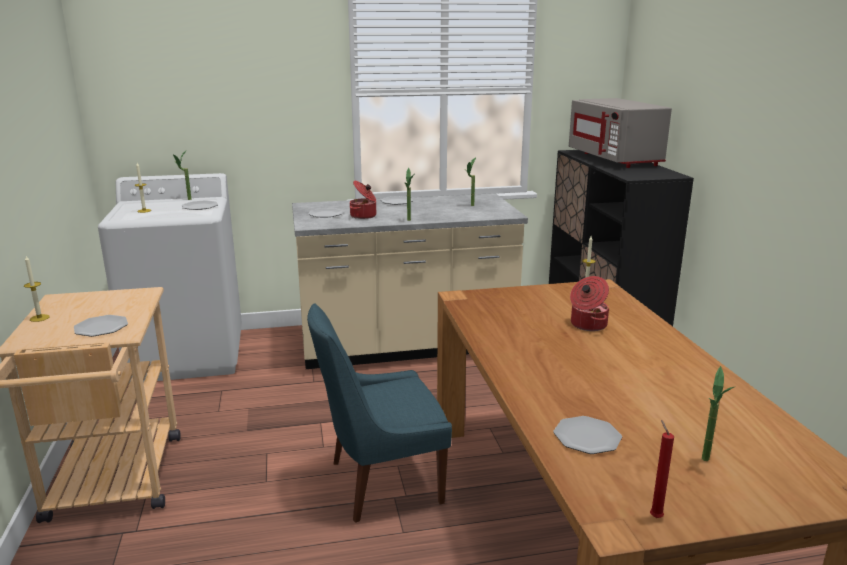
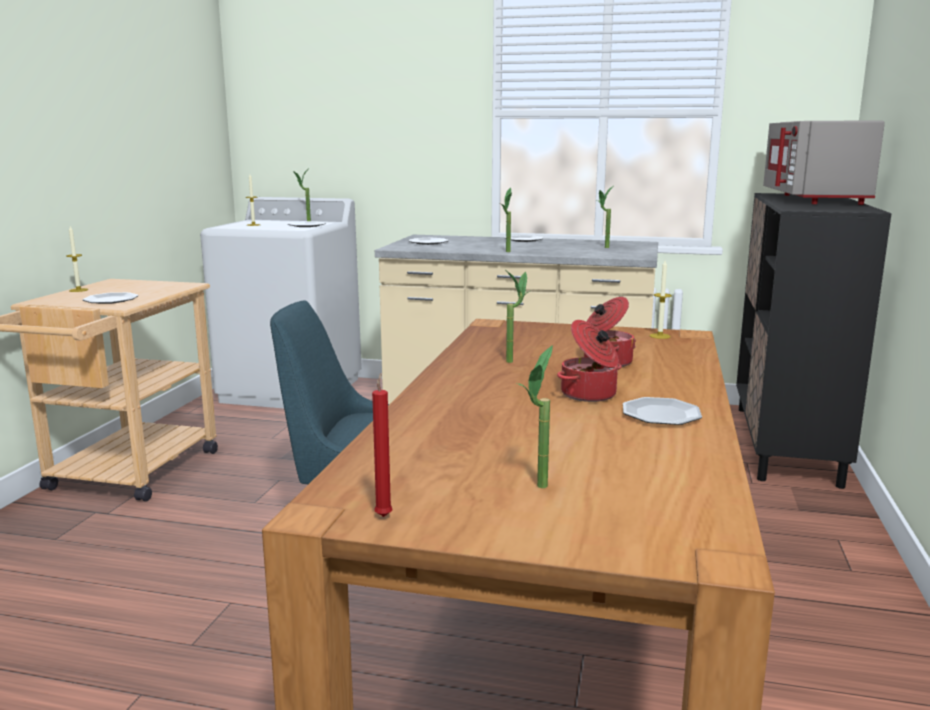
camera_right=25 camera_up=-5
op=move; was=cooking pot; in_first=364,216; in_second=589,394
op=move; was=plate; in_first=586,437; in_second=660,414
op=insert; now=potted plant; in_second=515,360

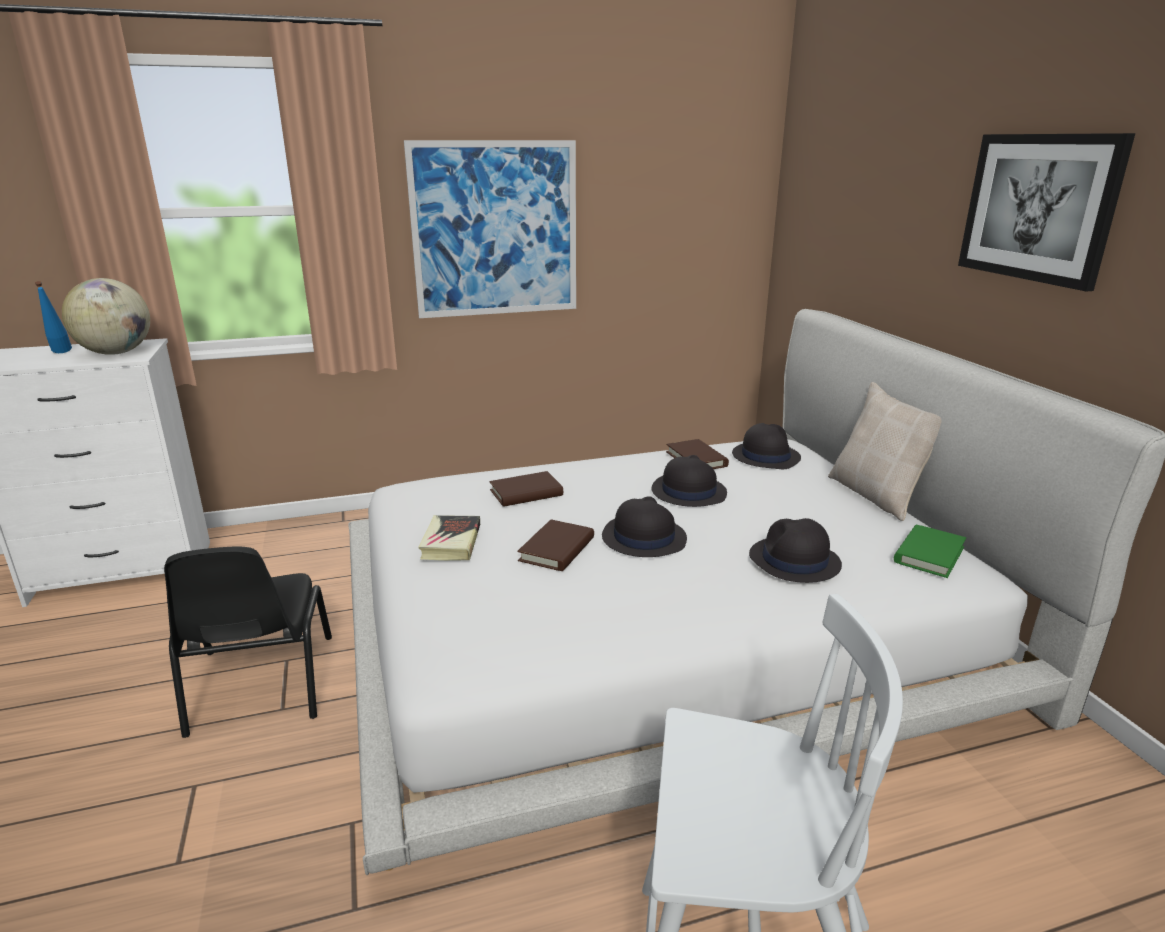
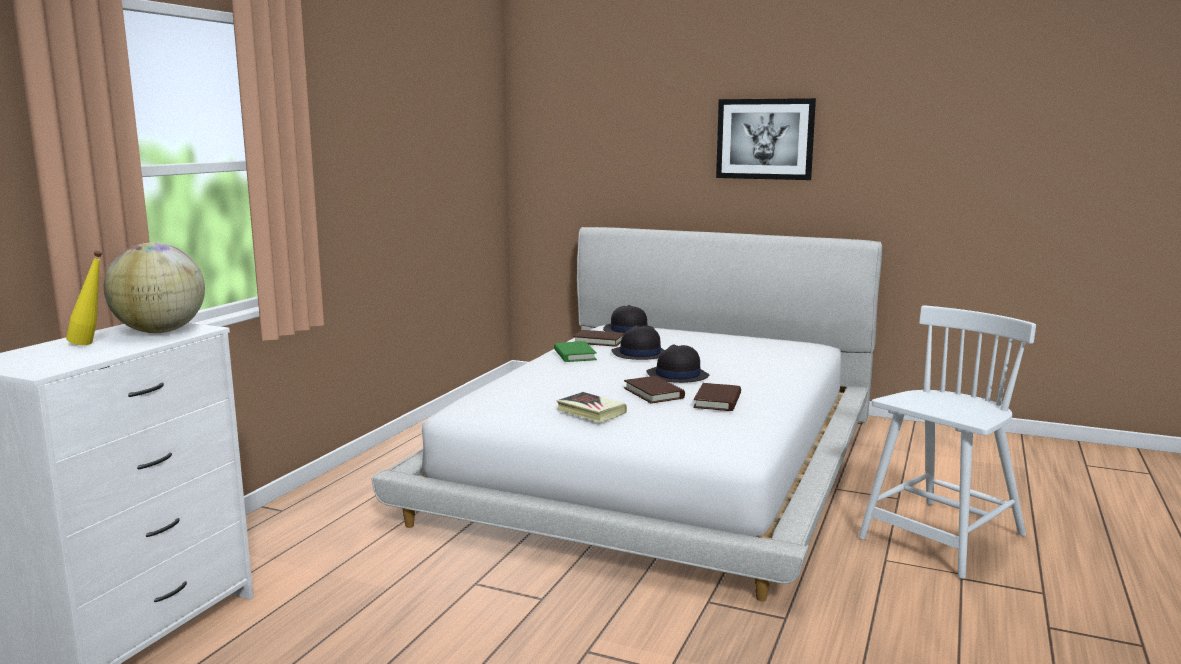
camera_right=-50 camera_up=-10
op=recolor; was=blue bottle; now=yellow bottle; in_first=61,353; in_second=91,344
op=delete; was=black chair; in_first=260,685
op=delete; was=picture; in_first=495,230
op=move; was=brown book; in_first=526,493; in_second=717,401
op=delete; was=black hat; in_first=794,561
op=delete; was=beige pillow; in_first=877,495
op=move; was=green book; in_first=929,554; in_second=574,355

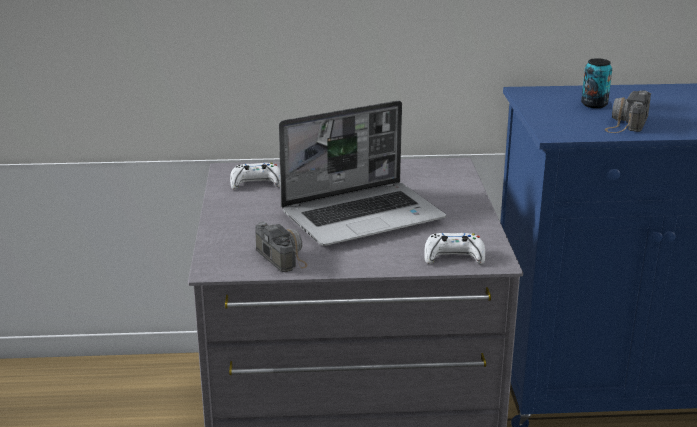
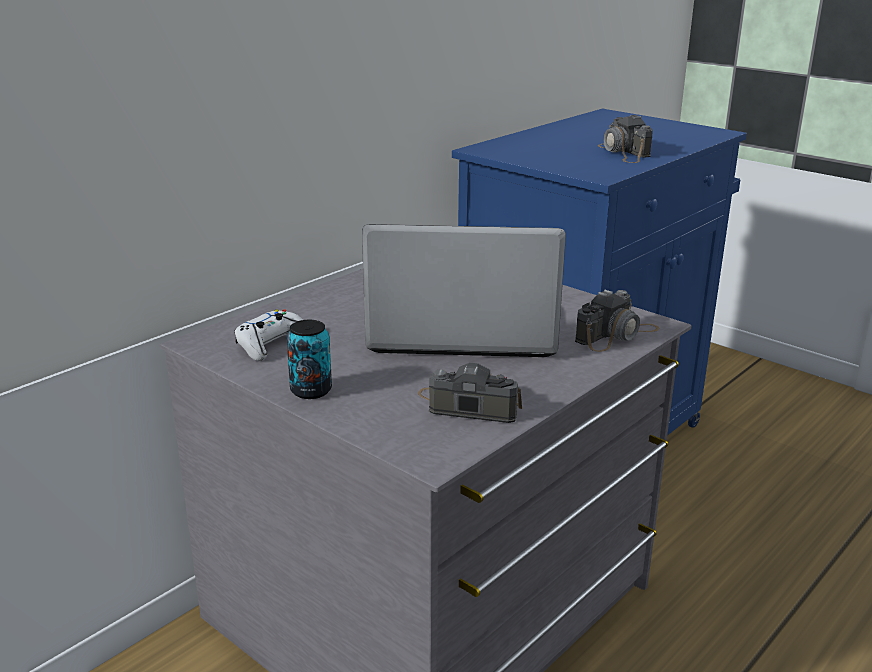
camera_right=-45 camera_up=0
op=rotate; was=laptop; in_first=363,216; in_second=459,331; clockwise=-105
op=replace; was=white game controller; now=photo camera; in_first=453,256; in_second=617,334
op=move; was=can; in_first=594,104; in_second=311,390

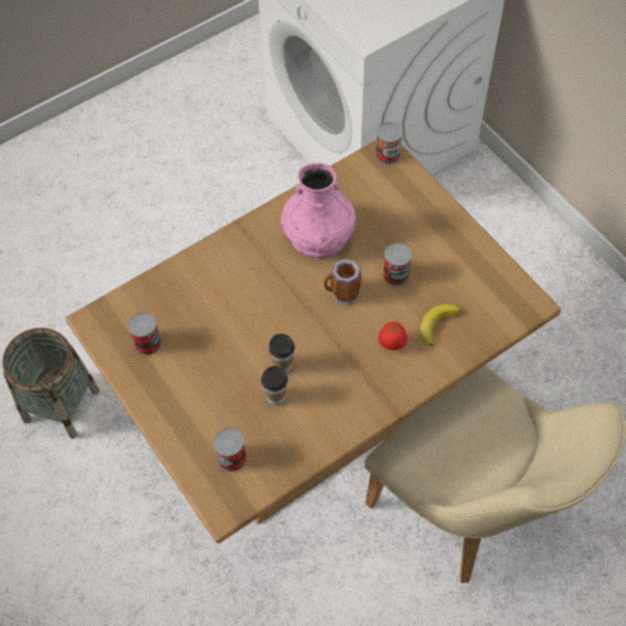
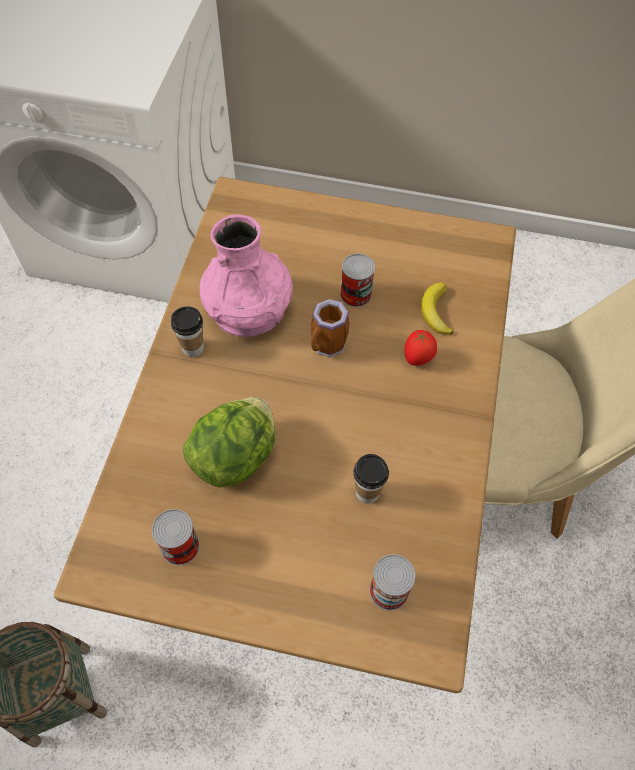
camera_right=-45 camera_up=0
op=move; was=cup; in_first=283,365; in_second=193,348
op=delete; was=can; in_first=387,154
op=insert; now=lettuce; in_second=236,456

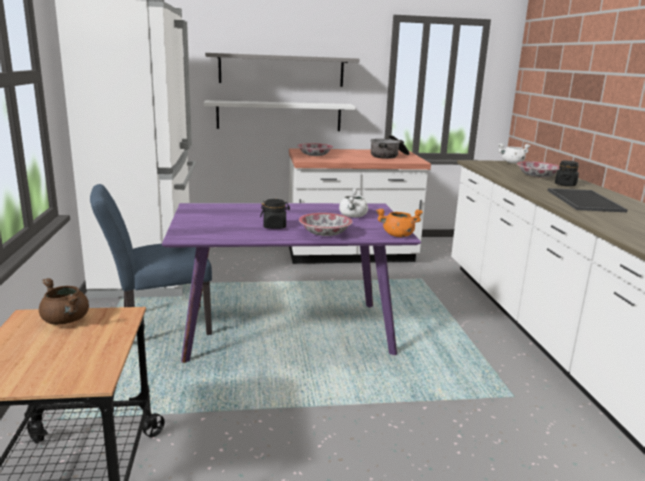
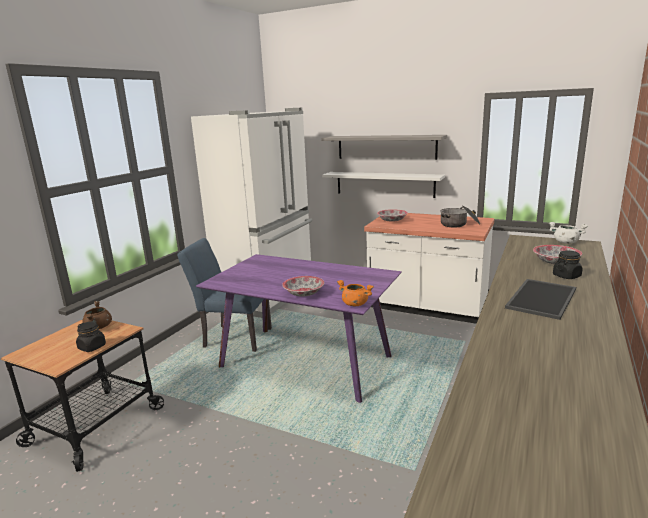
camera_right=35 camera_up=0
op=move; was=black jar; in_first=275,226; in_second=92,347
op=delete; was=white cooking pot; in_first=353,216

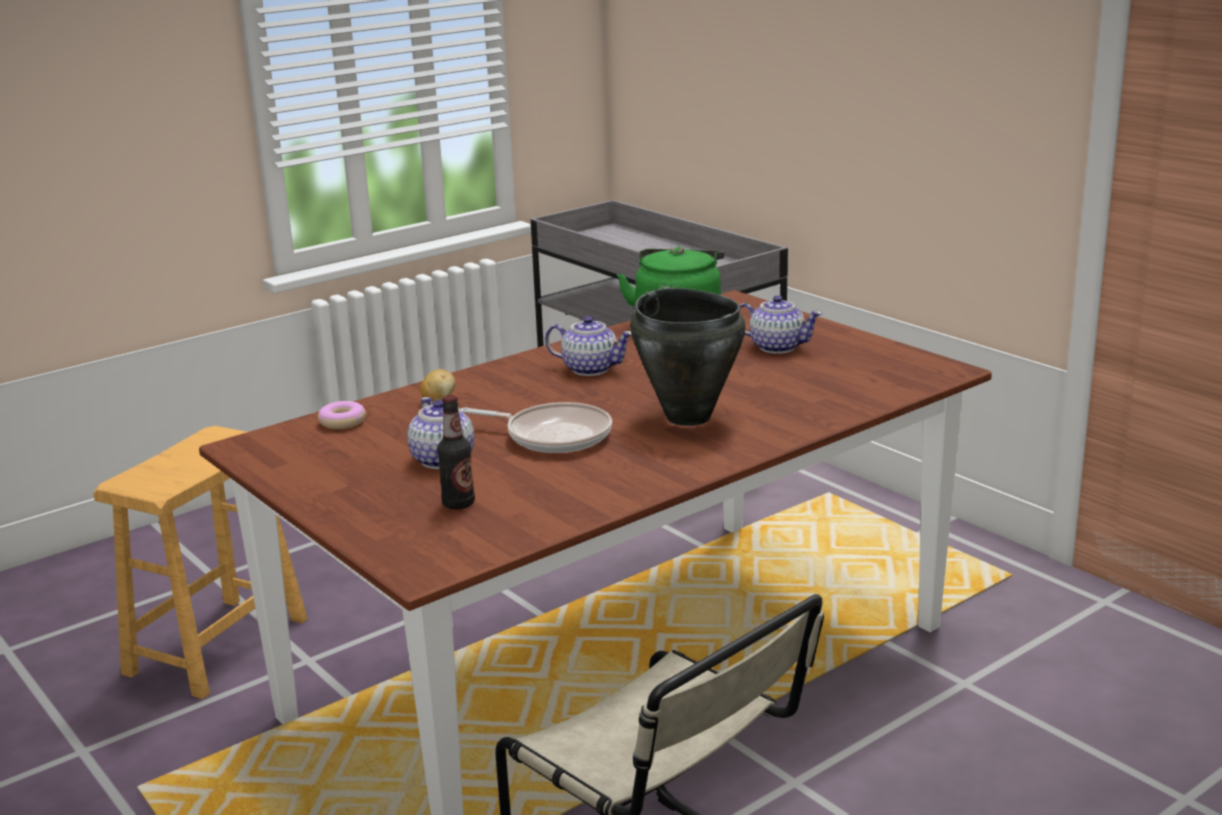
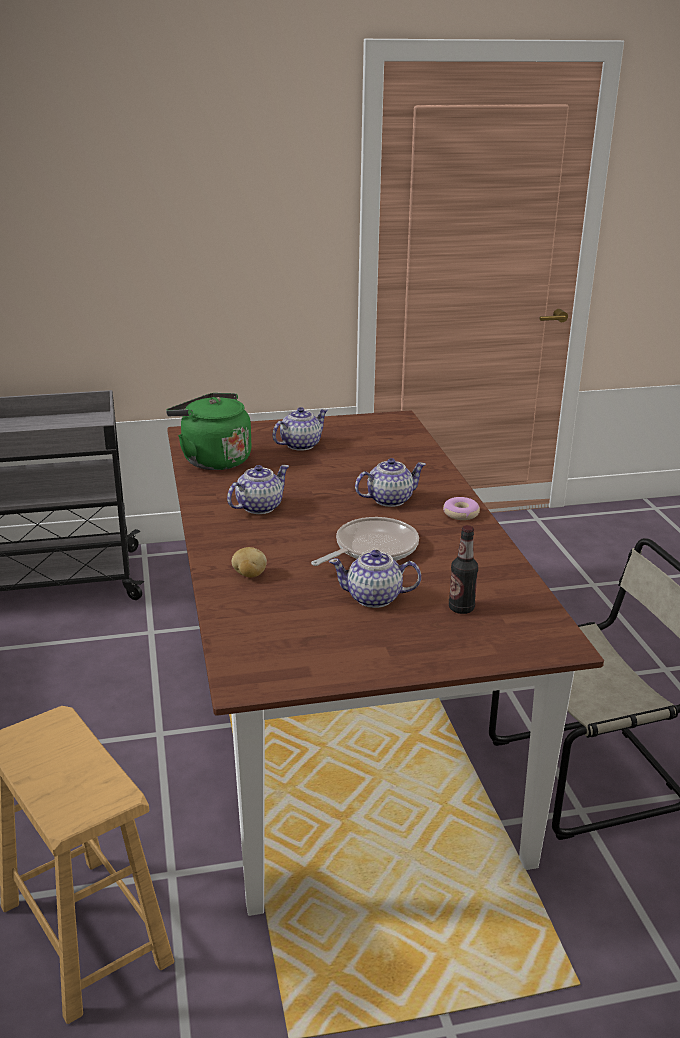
camera_right=-65 camera_up=5
op=move; was=donut; in_first=342,422; in_second=461,513
op=replace; was=black cooking pot; now=teapot; in_first=688,417; in_second=389,500

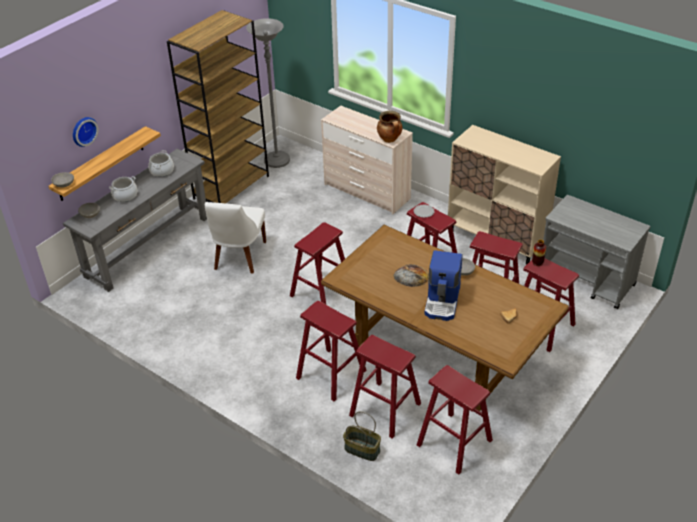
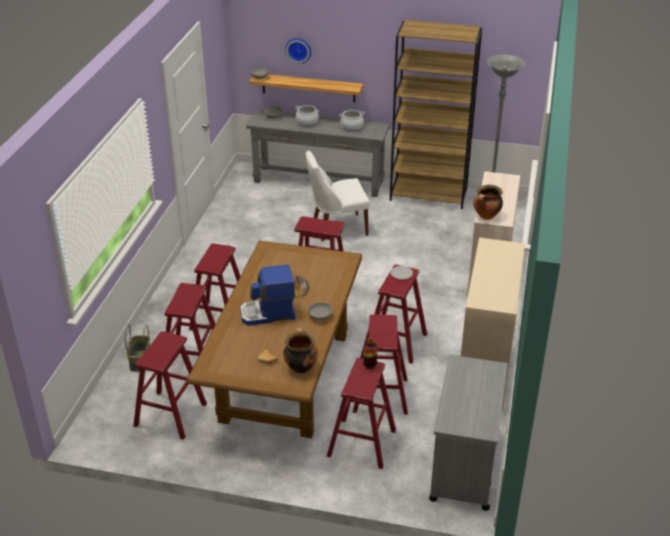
camera_right=65 camera_up=-5
op=insert; now=cooking pot; in_second=300,367

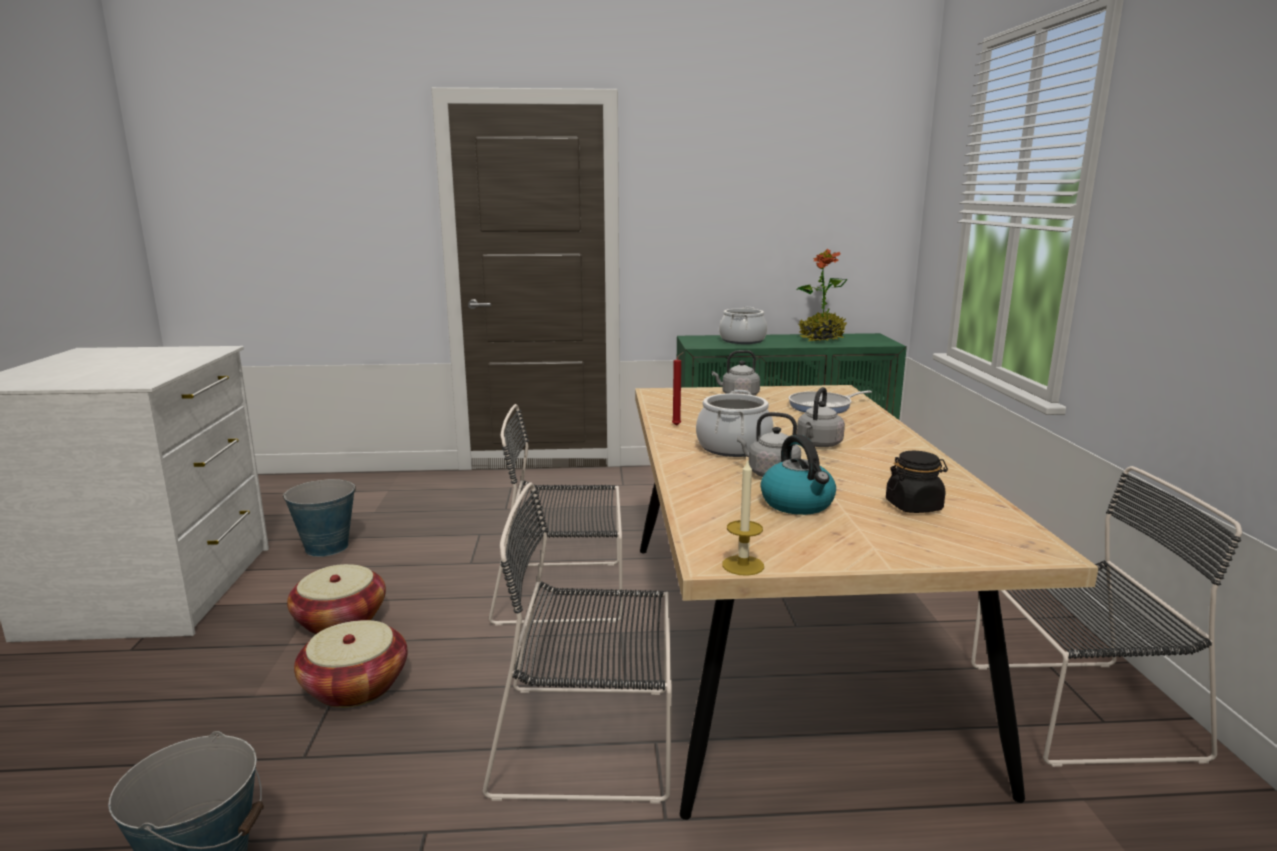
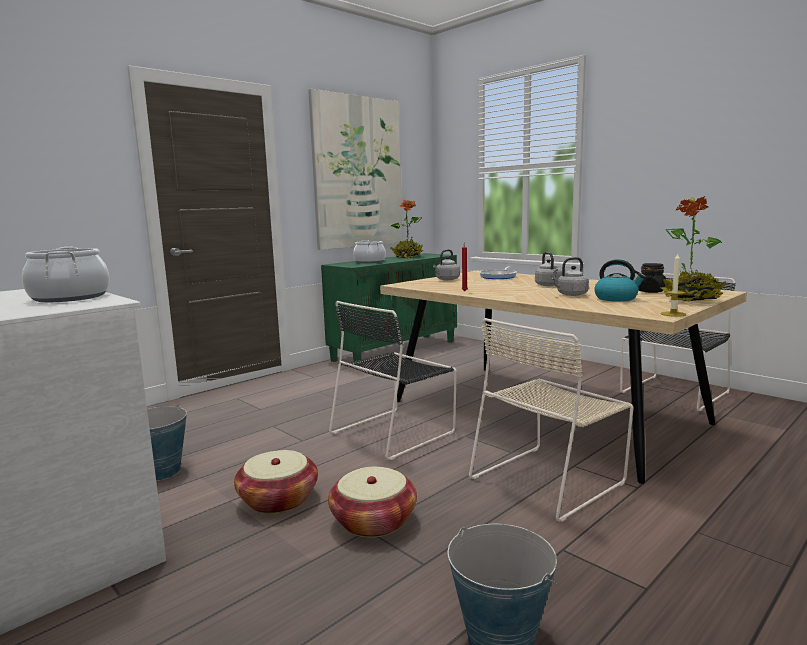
camera_right=-40 camera_up=-5
op=recolor; was=black chair; now=beige chair; in_first=592,740; in_second=550,479
op=move; was=cooking pot; in_first=733,447; in_second=69,297
op=insert; now=picture; in_second=358,172
op=insert; now=potted plant; in_second=691,300

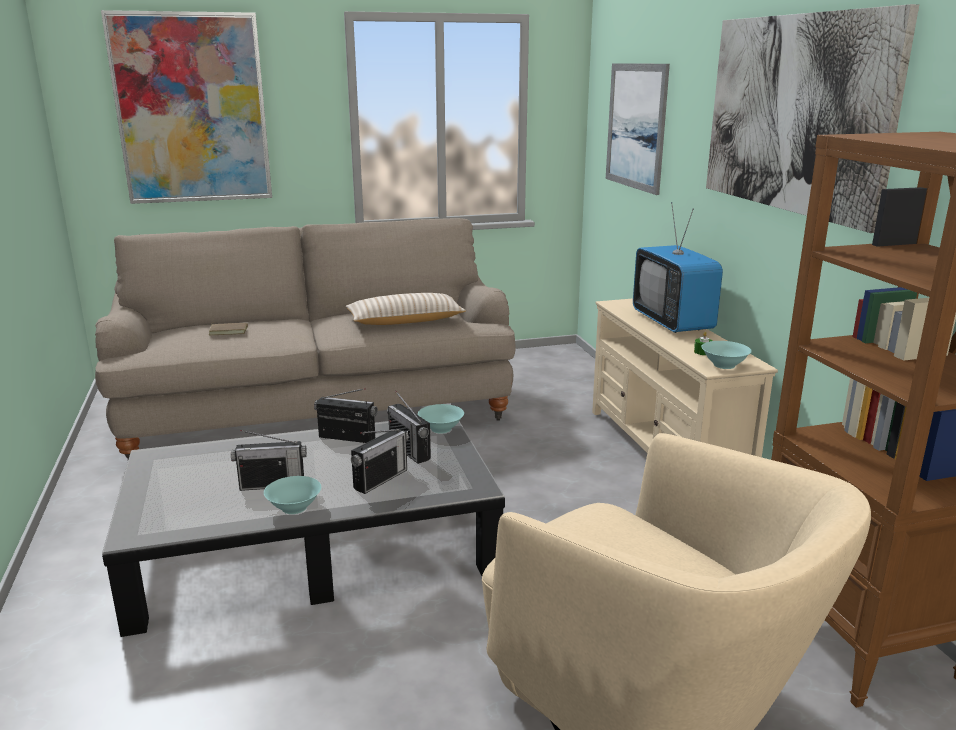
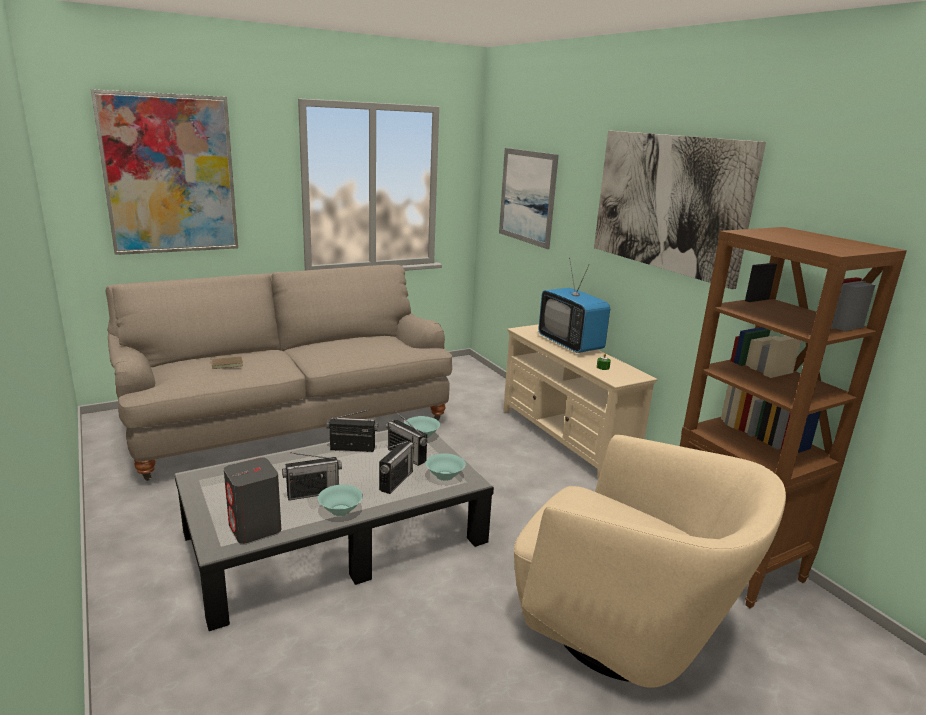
camera_right=-15 camera_up=0
op=delete; was=beige pillow; in_first=405,321
op=move; was=turquoise bowl; in_first=724,365; in_second=445,476
op=insert; now=grey speaker; in_second=255,528

